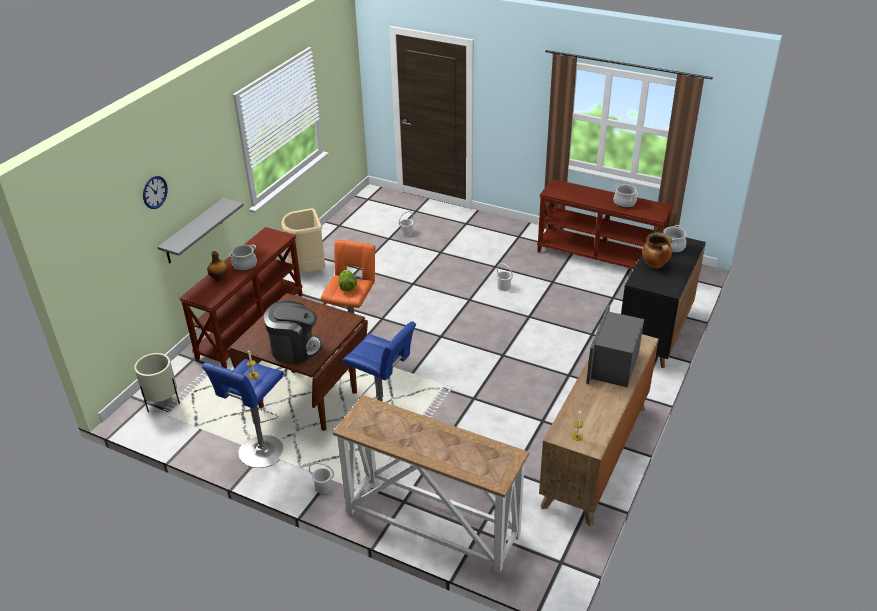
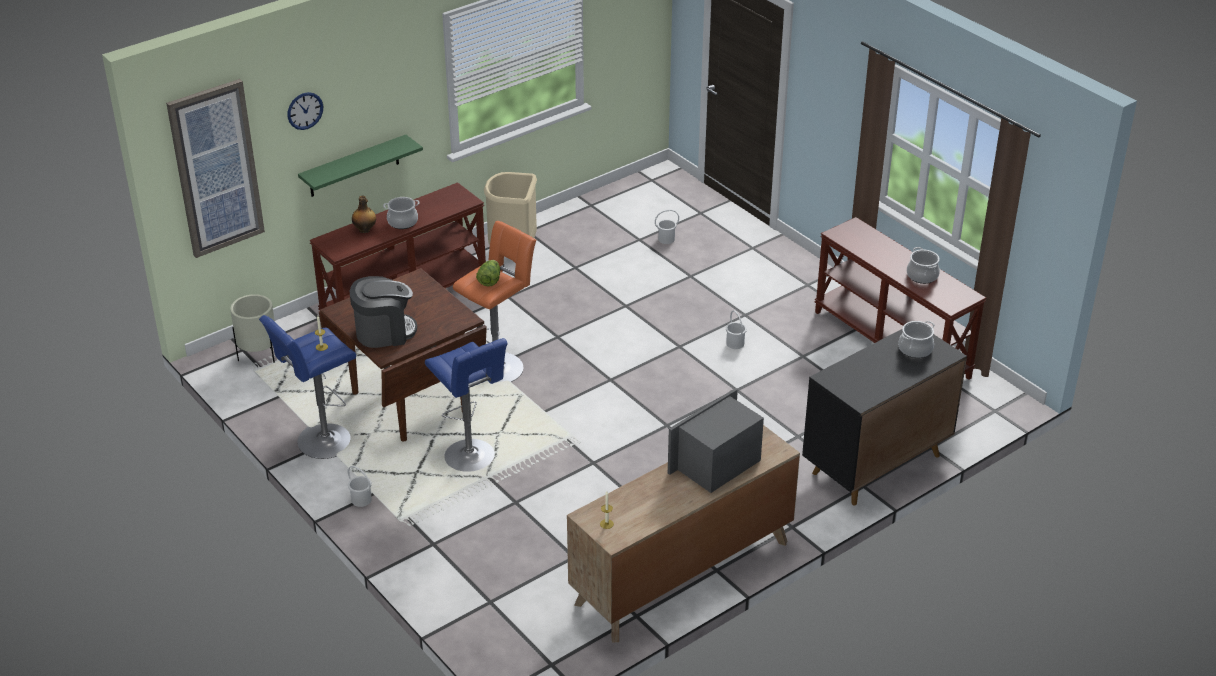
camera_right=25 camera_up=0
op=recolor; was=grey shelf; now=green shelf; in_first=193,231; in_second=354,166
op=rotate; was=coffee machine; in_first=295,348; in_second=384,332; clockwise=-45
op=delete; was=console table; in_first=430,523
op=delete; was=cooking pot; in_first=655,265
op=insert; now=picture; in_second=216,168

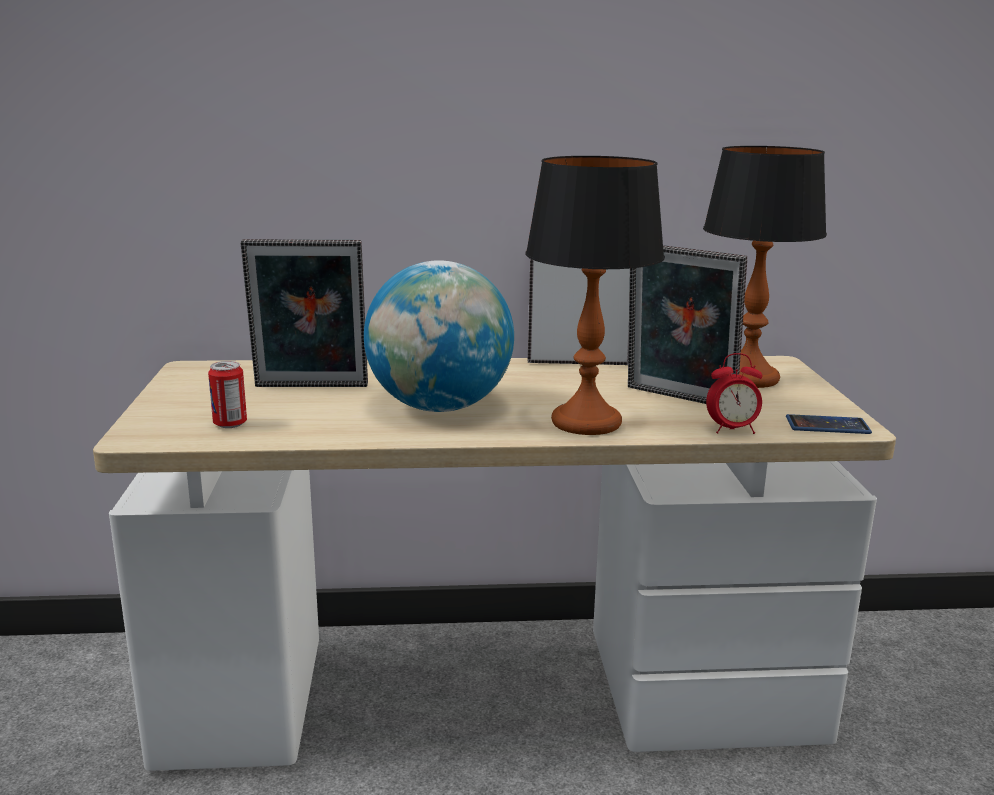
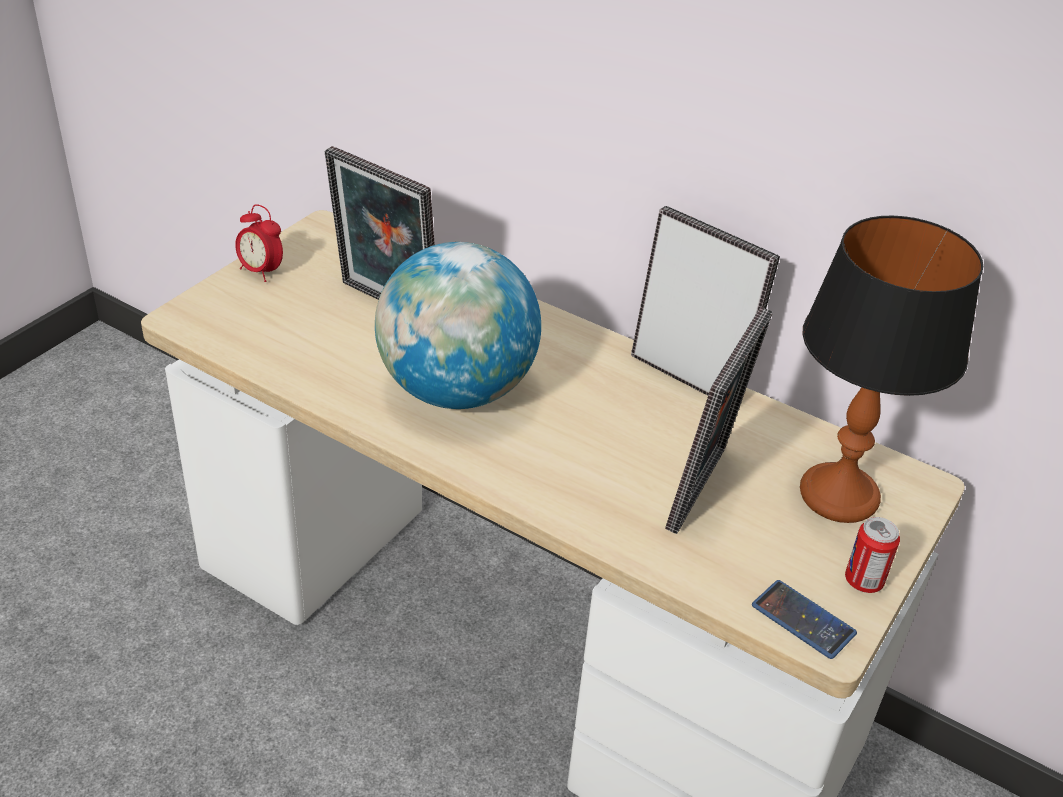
camera_right=35 camera_up=20
op=move; was=can; in_first=230,424; in_second=863,581
op=delete; was=table lamp; in_first=586,422
op=rotate; was=picture frame; in_first=677,399; in_second=704,491; clockwise=-135
op=move; was=alarm clock; in_first=732,430; in_second=261,271

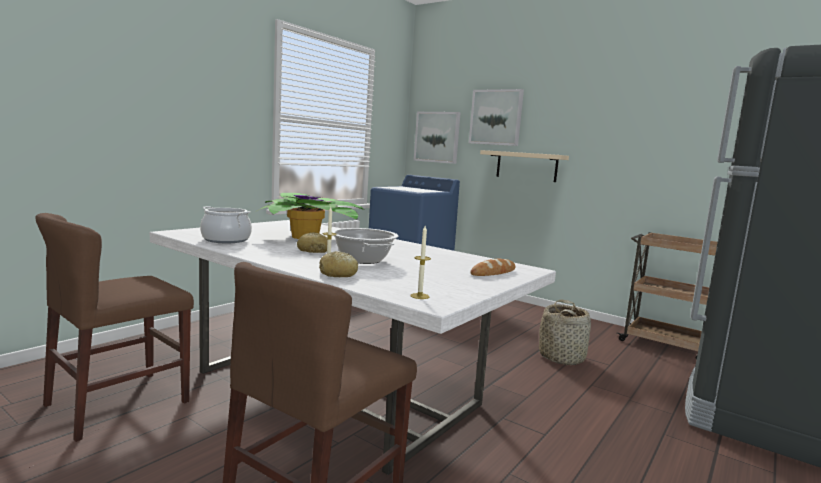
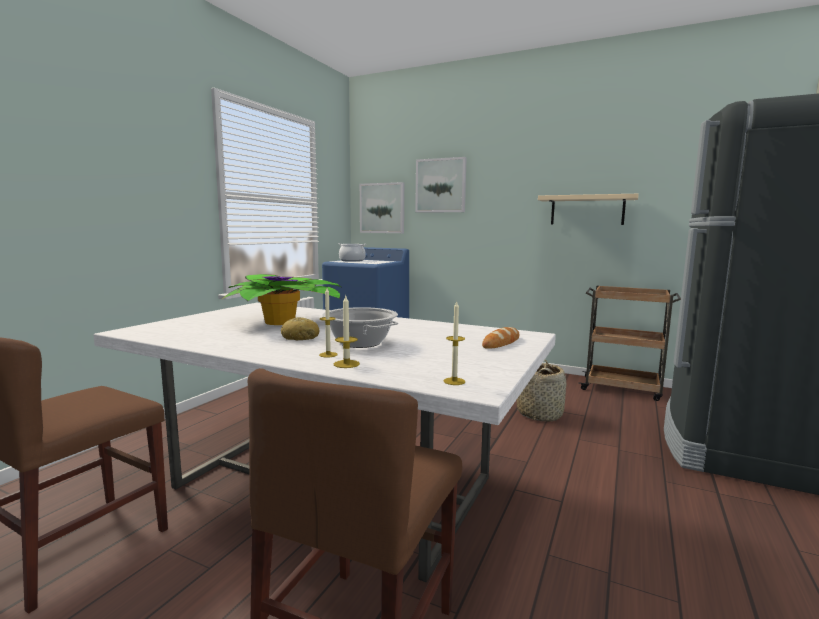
camera_right=-10 camera_up=0
op=move; was=cooking pot; in_first=226,240; in_second=352,260
op=replace; was=bread; now=candle; in_first=338,274; in_second=346,364
op=move; was=beige shelf; in_first=526,166; in_second=587,210

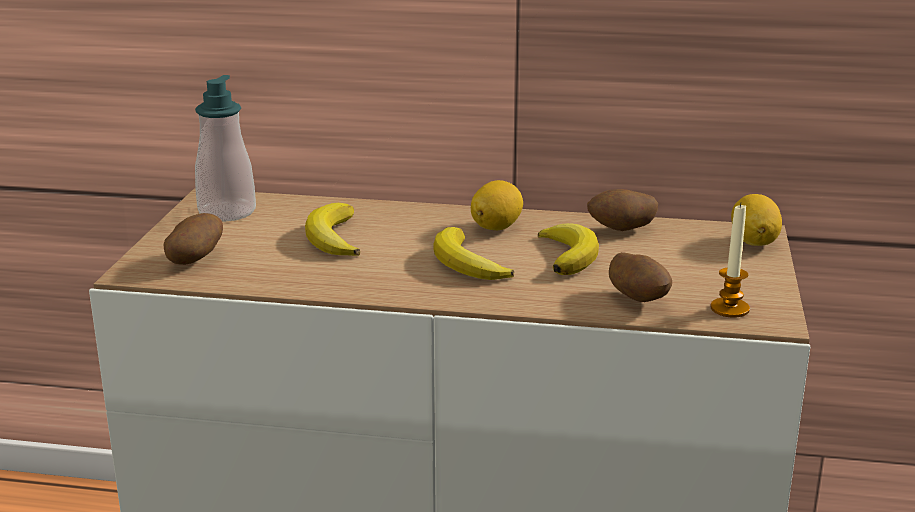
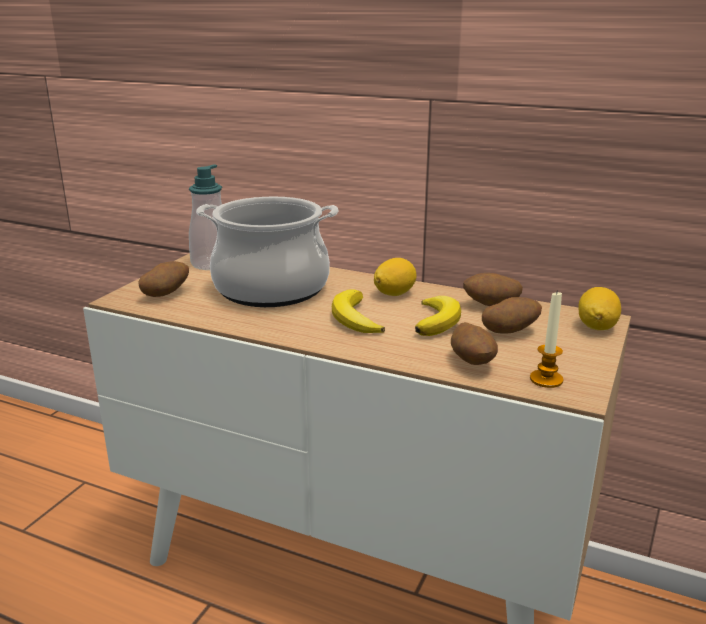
camera_right=15 camera_up=0
op=replace; was=banana; now=cooking pot; in_first=333,238; in_second=271,289
op=insert; now=potato; in_second=509,332

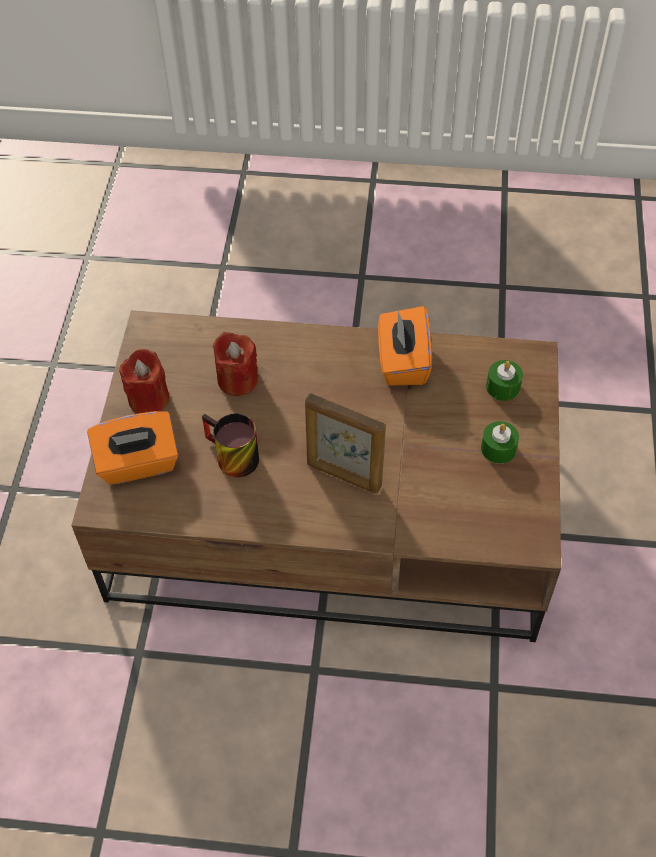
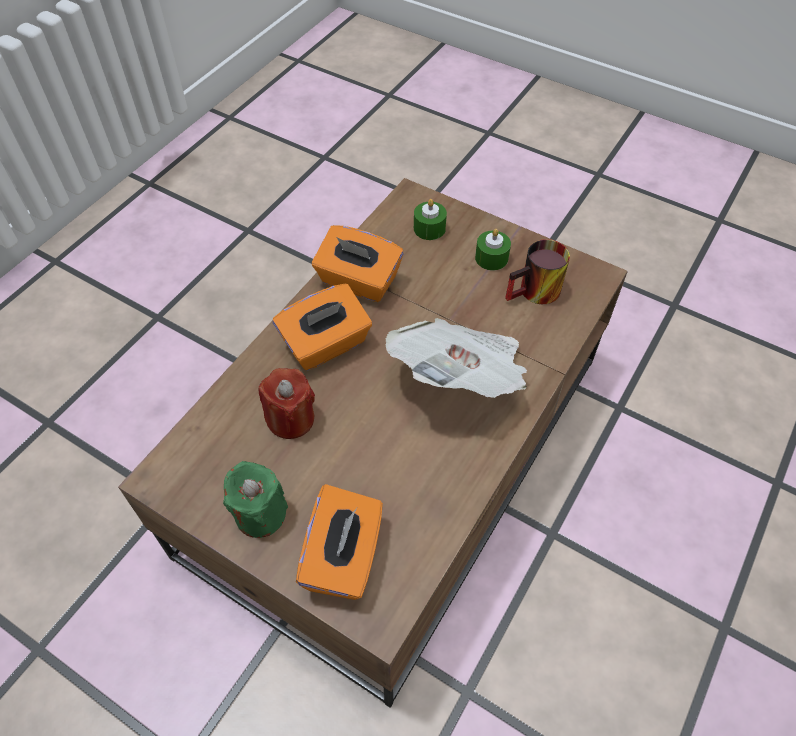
camera_right=-65 camera_up=0
op=recolor; was=red candle; now=green candle; in_first=148,399; in_second=260,514
op=move; was=mug; in_first=230,458; in_second=536,294
op=replace; was=picture frame; now=newspaper; in_first=343,476; in_second=461,377
op=insert; now=orange tissue box; in_second=326,345

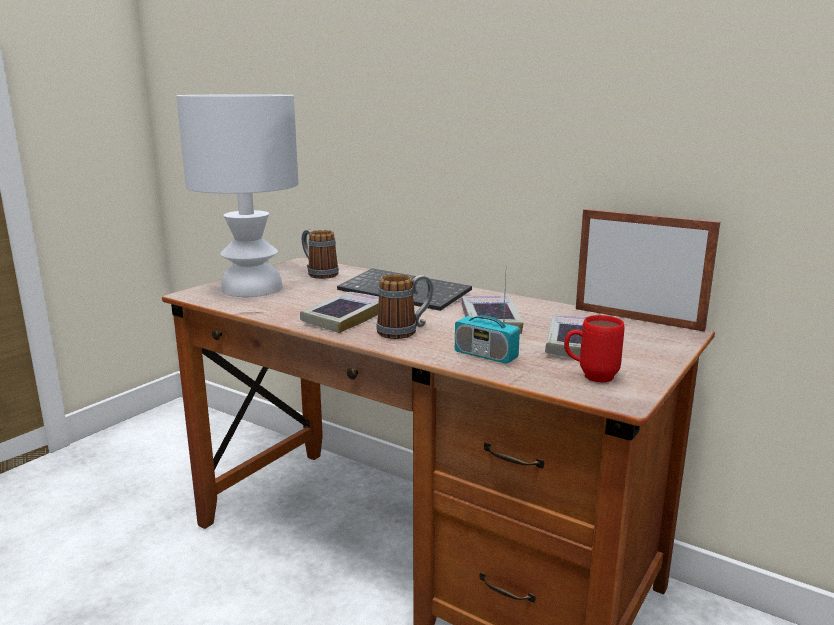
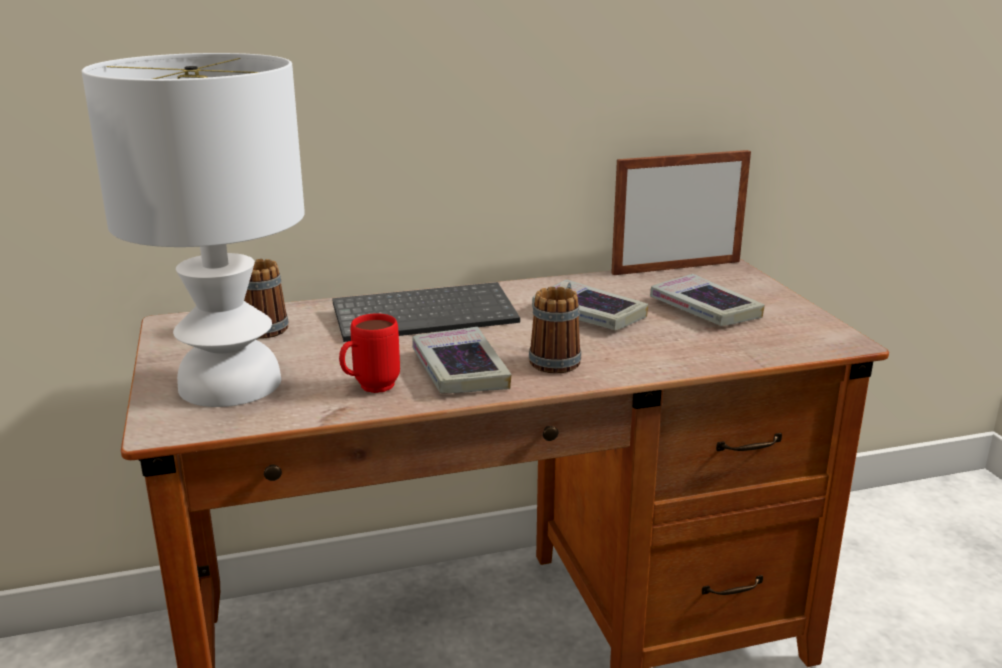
camera_right=-50 camera_up=5
op=delete; was=radio; in_first=485,355
op=move; was=red mug; in_first=590,377; in_second=369,389

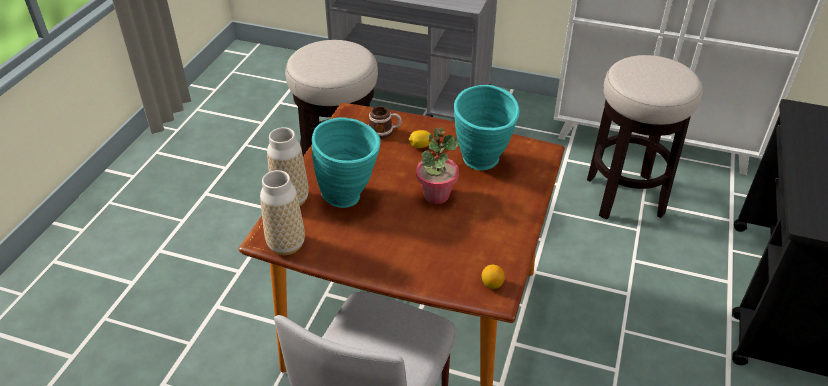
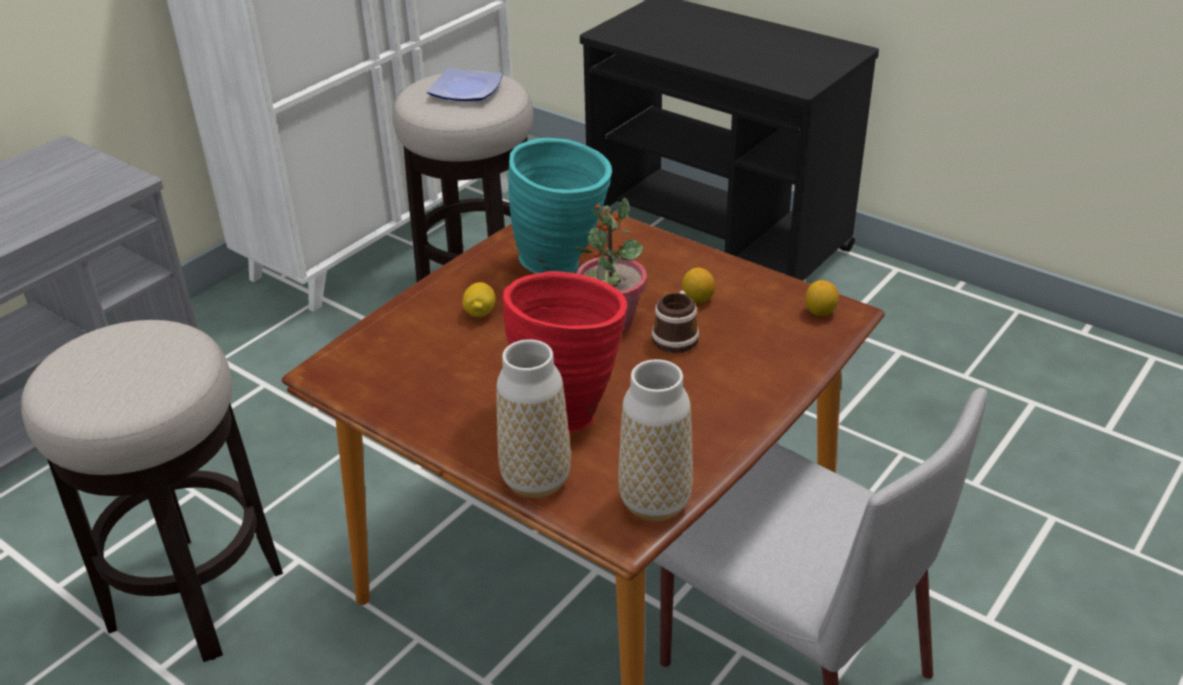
camera_right=-70 camera_up=-5
op=recolor; was=turquoise vase; now=red vase; in_first=350,198; in_second=568,409
op=move; was=mug; in_first=384,131; in_second=676,336
op=insert; now=plate; in_second=467,90
op=insert; now=lemon; in_second=698,299

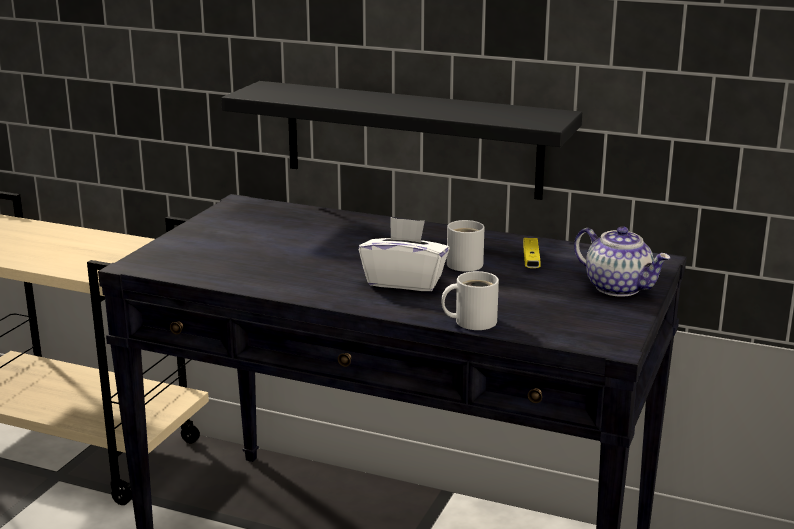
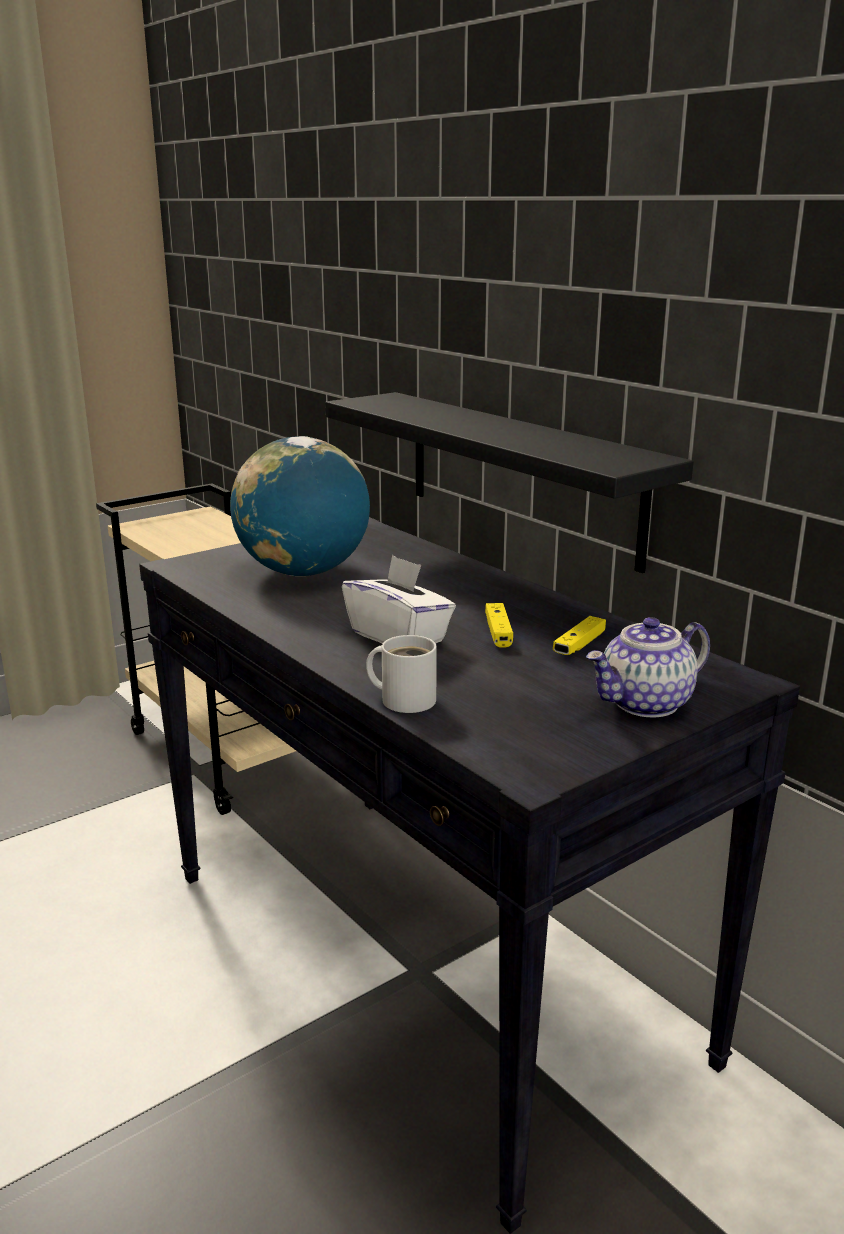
camera_right=30 camera_up=0
op=replace; was=white mug; now=yellow game controller; in_first=467,263; in_second=498,632
op=rotate; was=teapot; in_first=619,287; in_second=645,704; clockwise=75
op=insert; now=globe; in_second=303,572

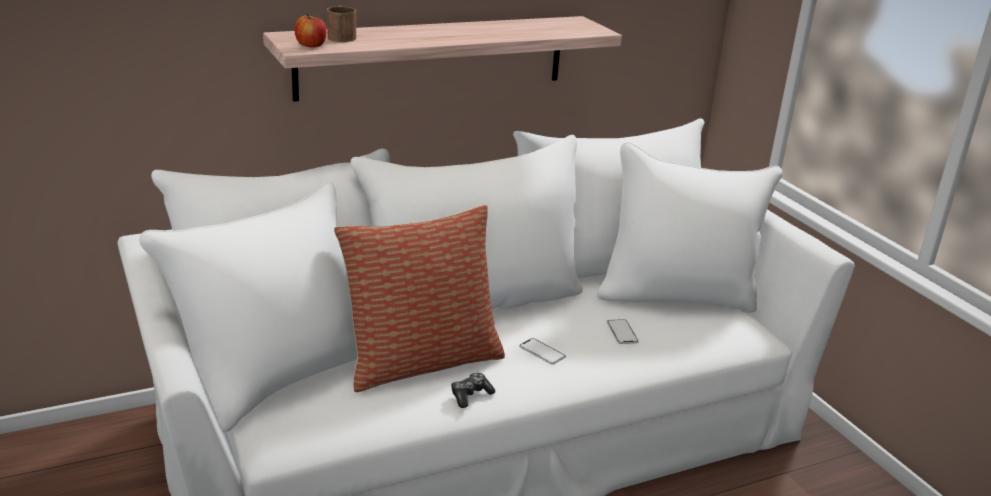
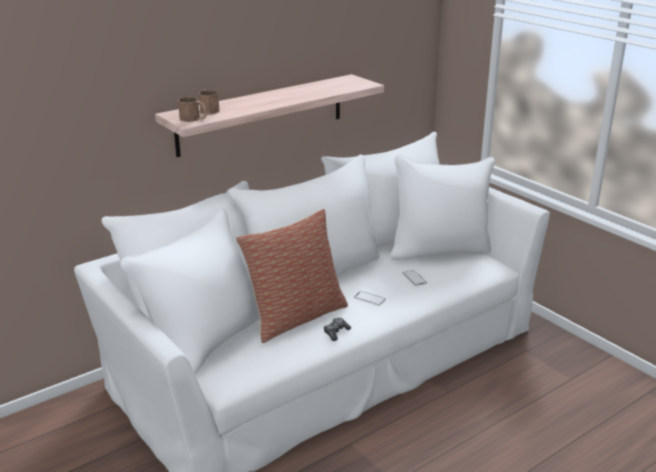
camera_right=-10 camera_up=0
op=replace; was=apple; now=brown mug; in_first=311,45; in_second=194,119

